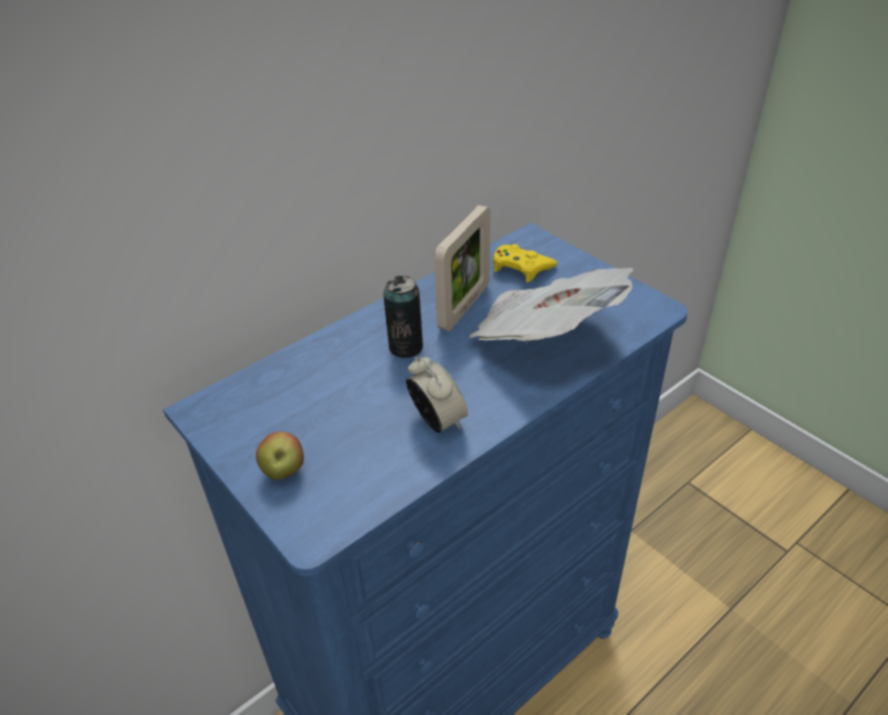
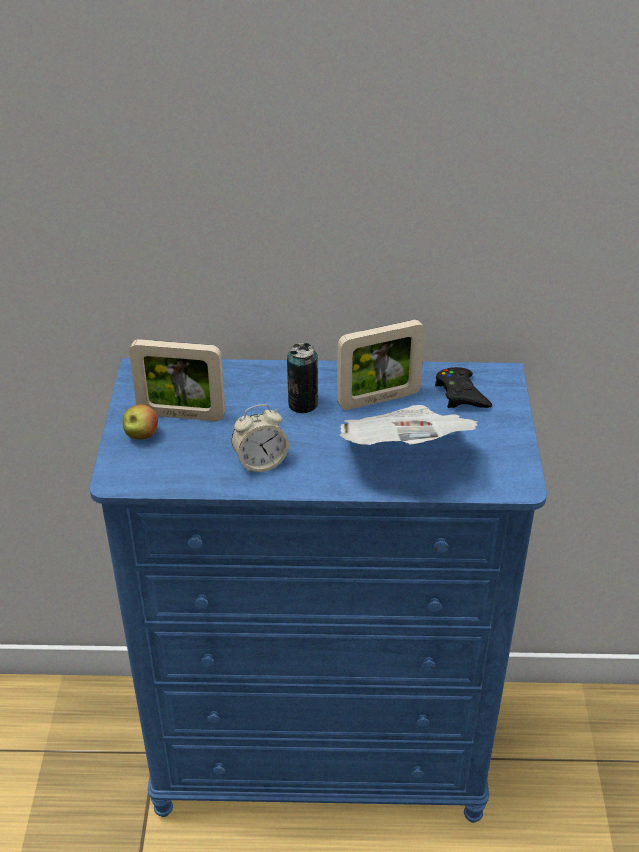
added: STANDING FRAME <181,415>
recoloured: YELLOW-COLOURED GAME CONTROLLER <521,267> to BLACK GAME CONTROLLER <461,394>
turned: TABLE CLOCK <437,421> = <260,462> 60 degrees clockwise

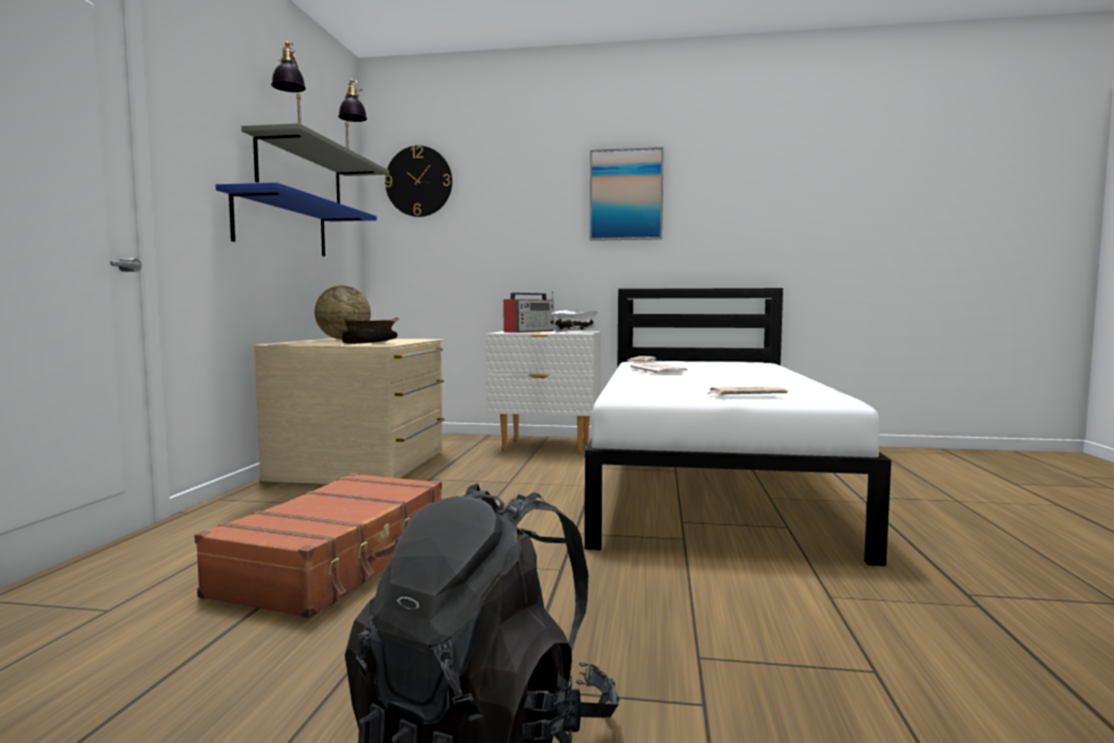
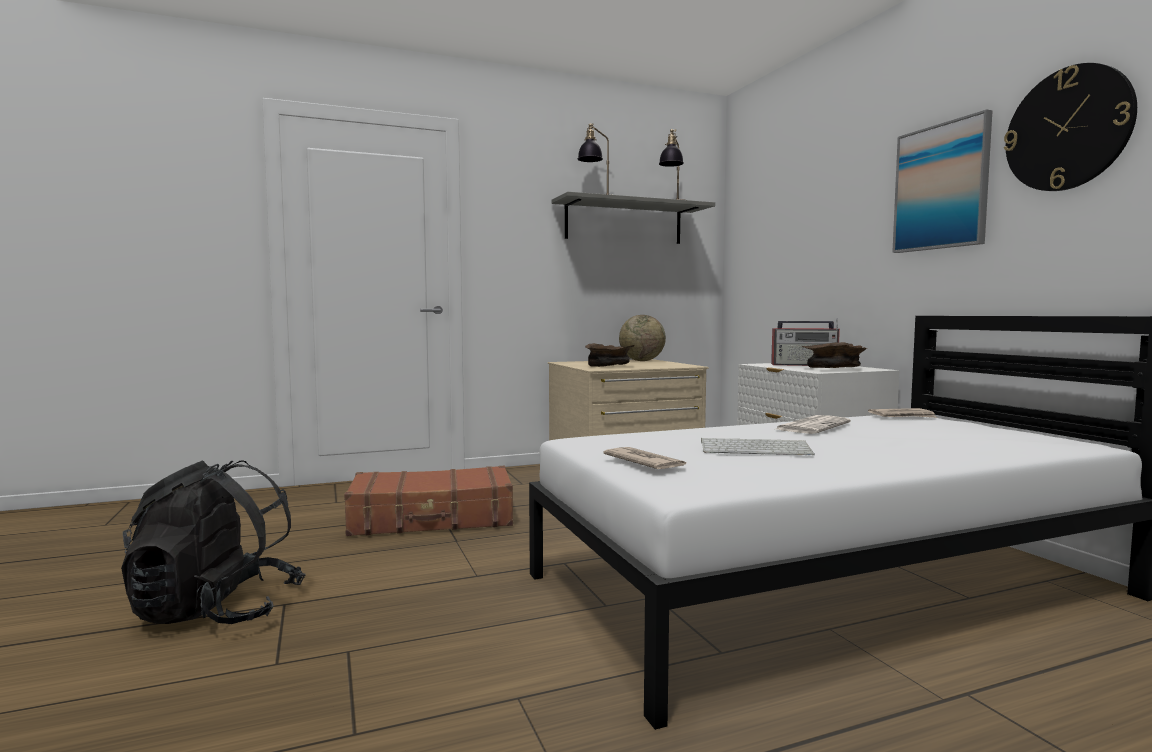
removed: BLUE BRACKET SHELF <282,226>
added: KEYBOARD <756,448>
moved: CLOCK ON THE WALL <419,181> to <1067,129>
recoloured: WHITE-COLOURED DEEP DISH <573,332> to BROWNISH DEEP DISH <832,369>

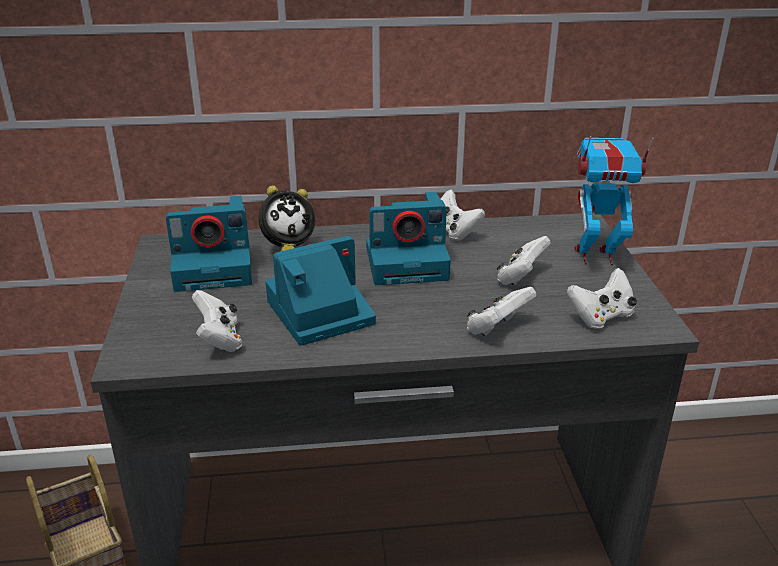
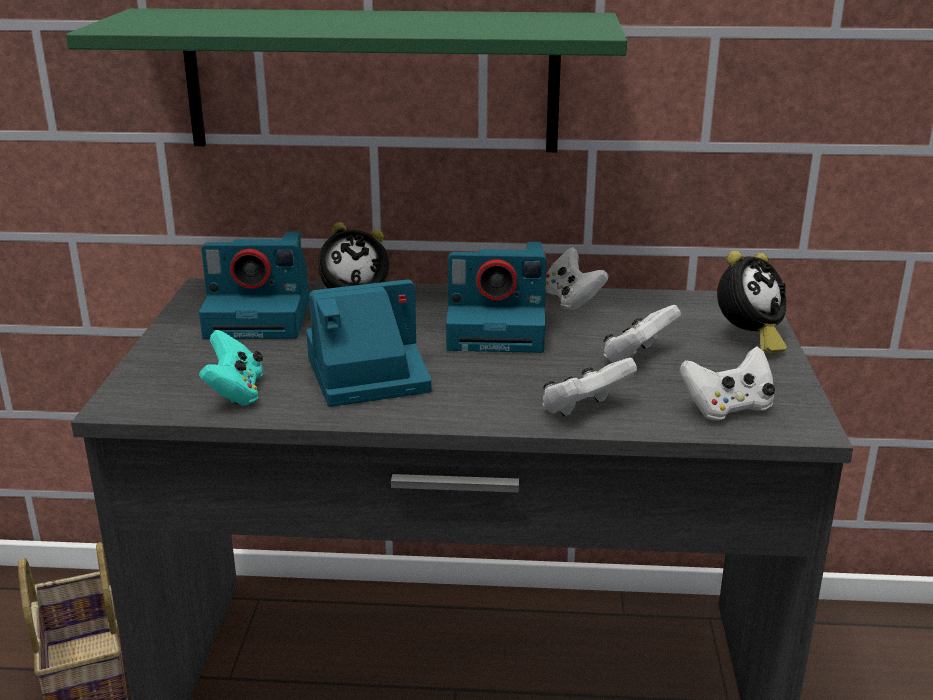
added: GREEN-COLOURED BRACKET SHELF <371,81>
replaced: TOY ROBOT <595,256> to TABLE CLOCK <748,340>
recoloured: WHITE-COLOURED GAME CONTROLLER <219,340> to TURQUOISE GAME CONTROLLER <235,393>

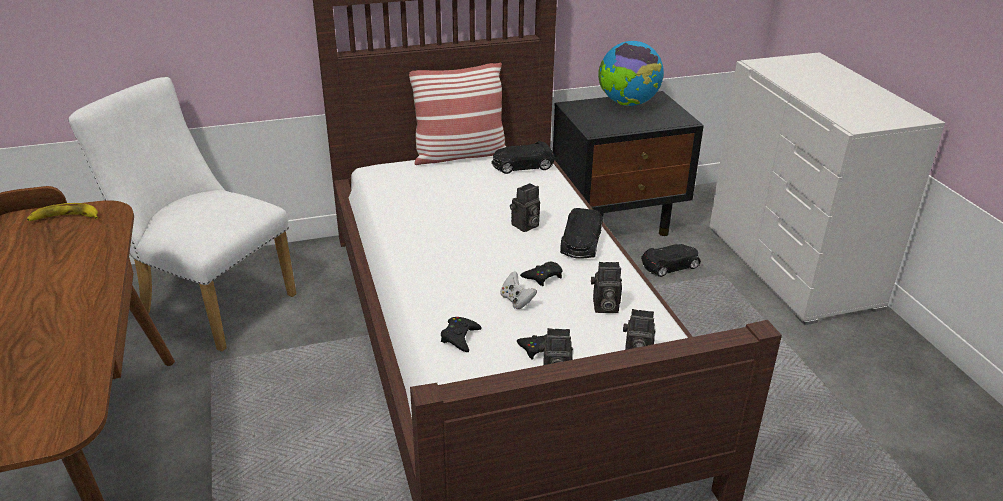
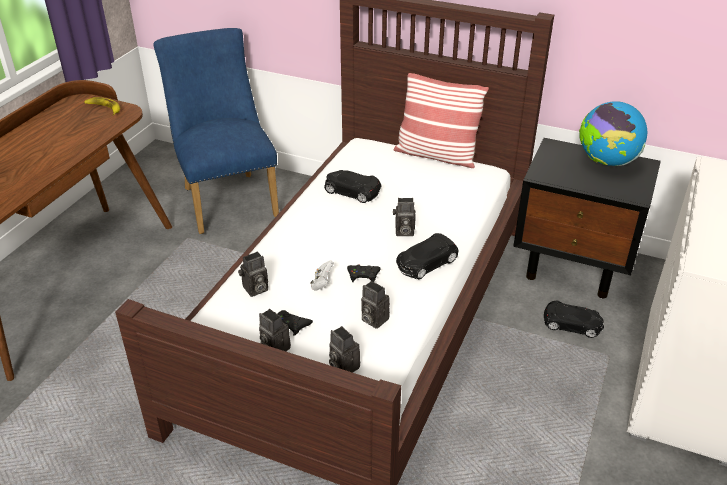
moved: BLACK TOY CAR <522,165> to <351,191>
replaced: BLACK GAME CONTROLLER <460,337> to PHOTO CAMERA <255,289>
recoloured: WHITE-COLOURED PLAIN CHAIR <209,302> to BLUE PLAIN CHAIR <227,198>

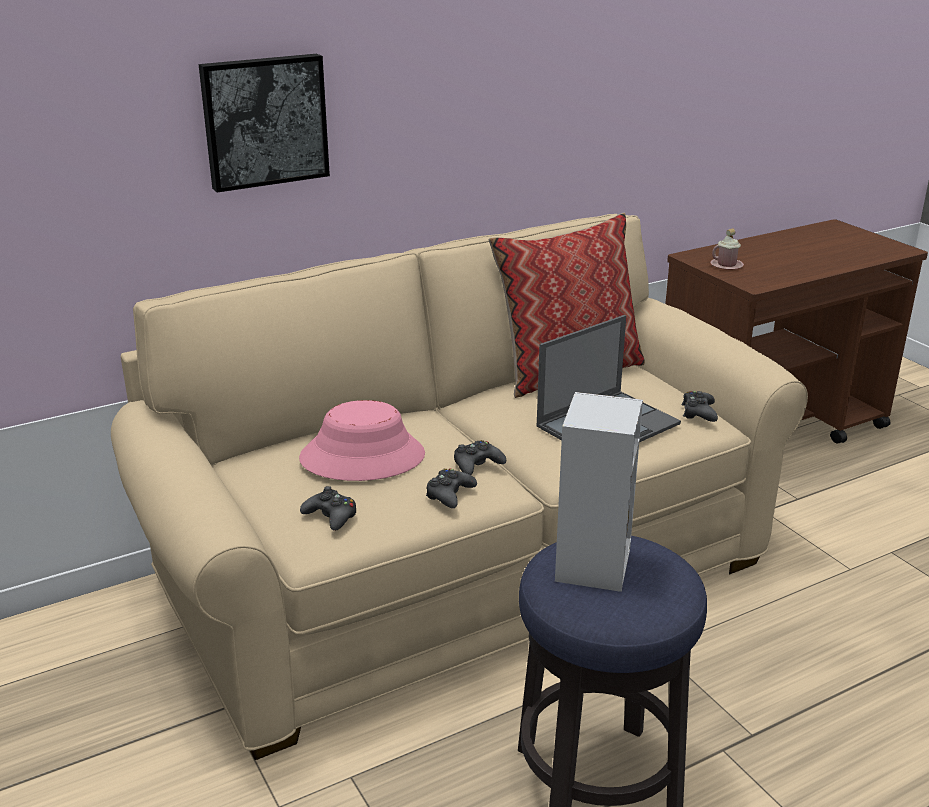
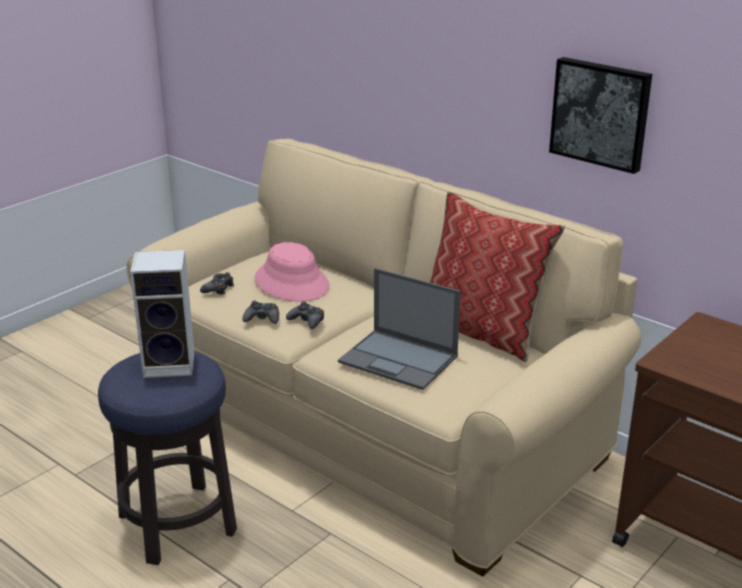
removed: PINK-COLOURED MUG <726,265>; BLACK GAME CONTROLLER <698,412>
moved: PICTURE <264,121> to <601,113>

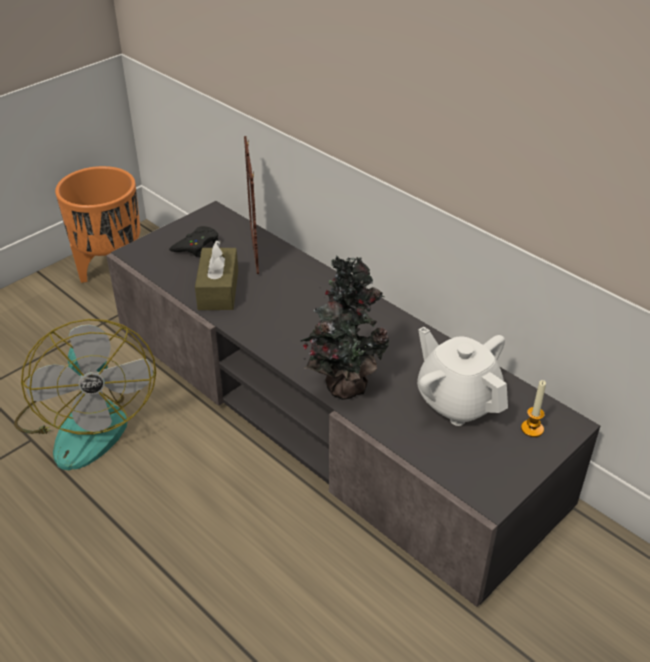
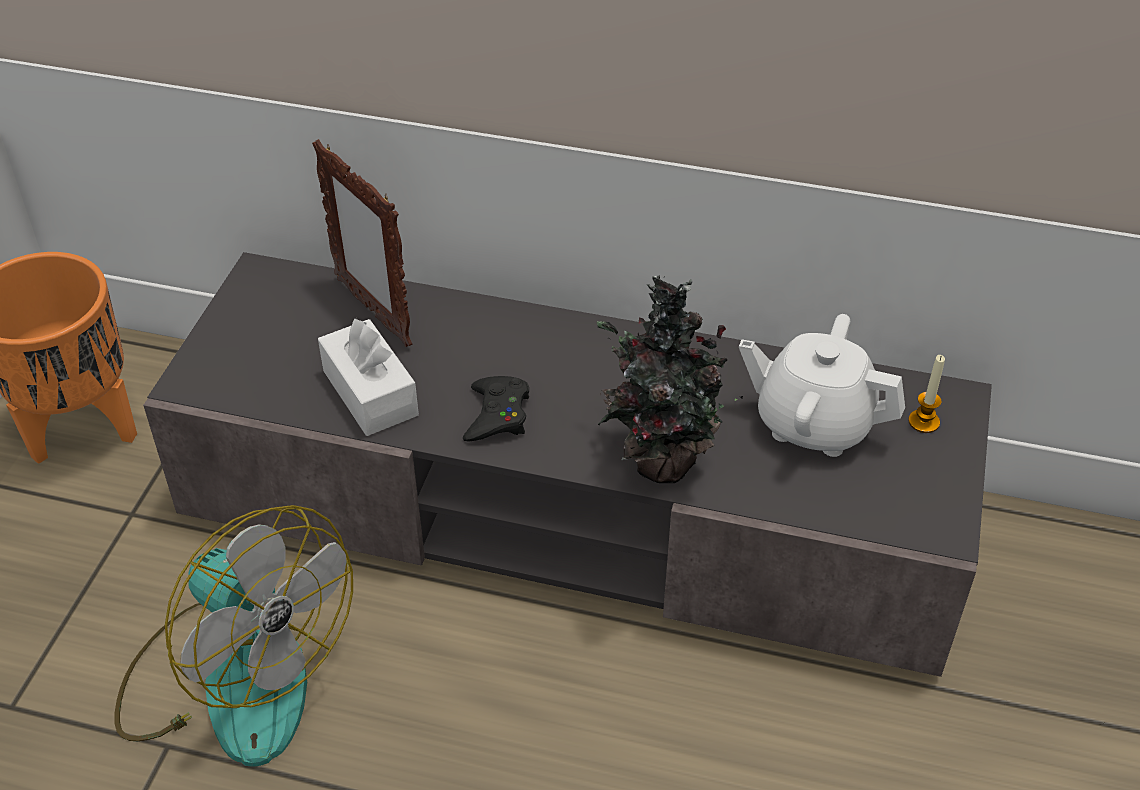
moved: BLACK GAME CONTROLLER <196,246> to <497,415>
recoloured: BROWNISH TISSUE BOX <218,290> to WHITE-COLOURED TISSUE BOX <370,393>

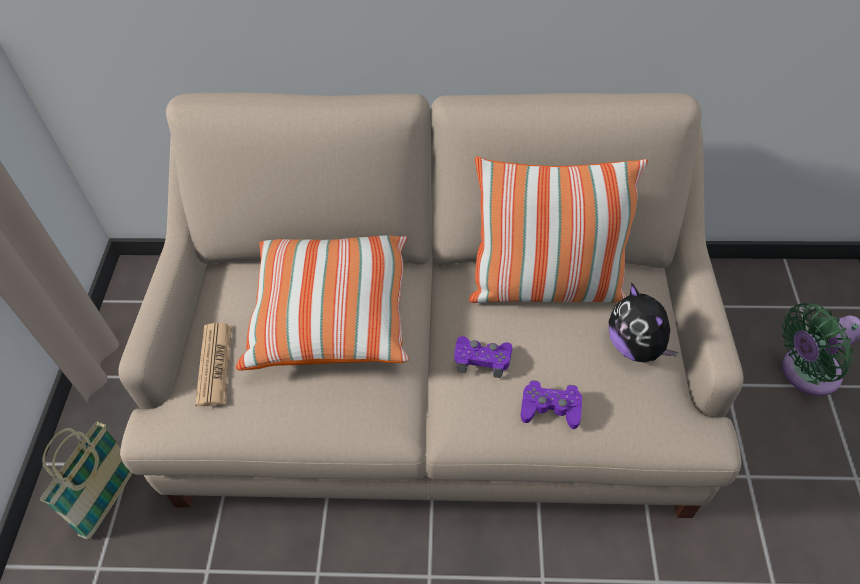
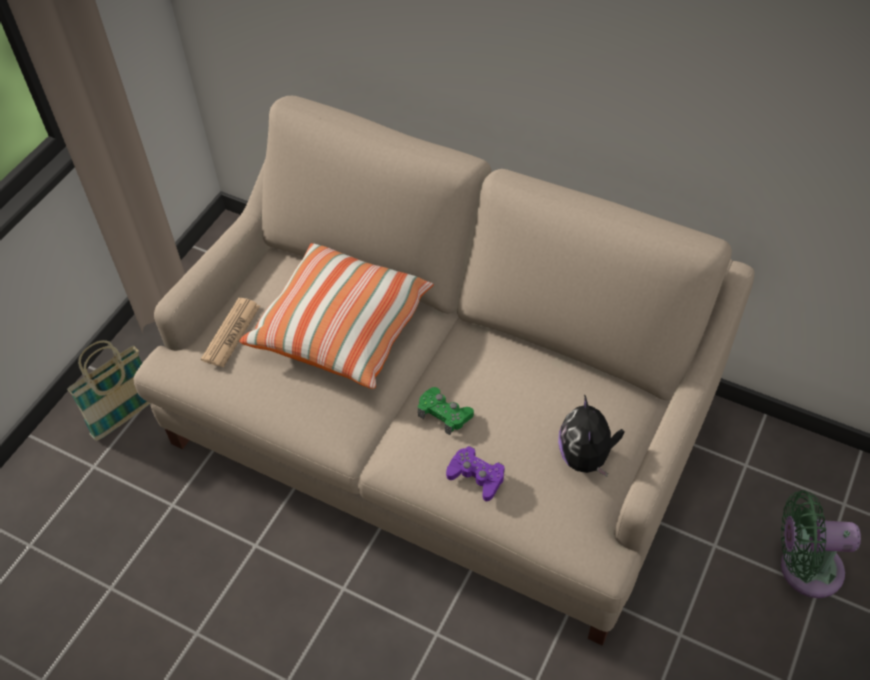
removed: CUSHION <546,287>
recoloured: PURPLE GAME CONTROLLER <482,359> to GREEN-COLOURED GAME CONTROLLER <444,414>

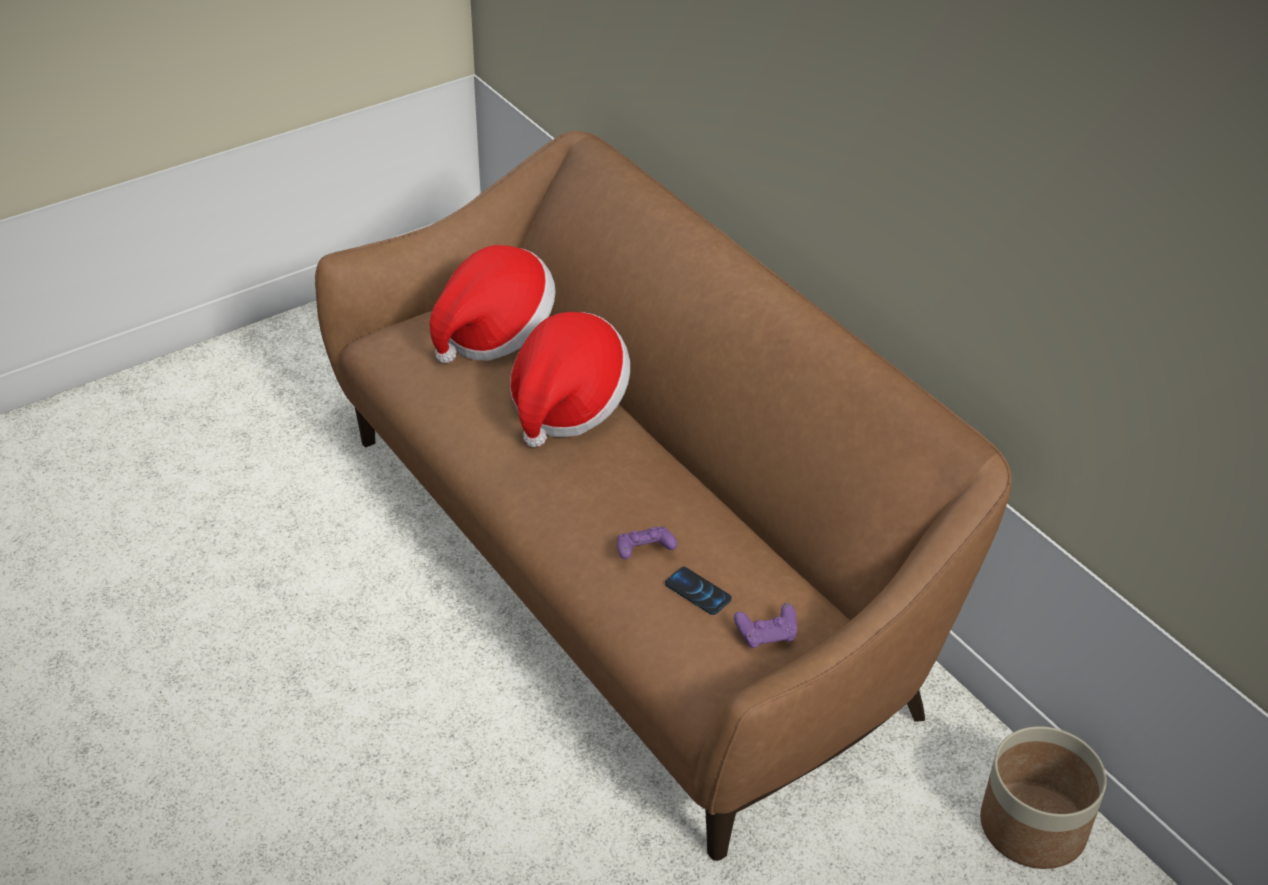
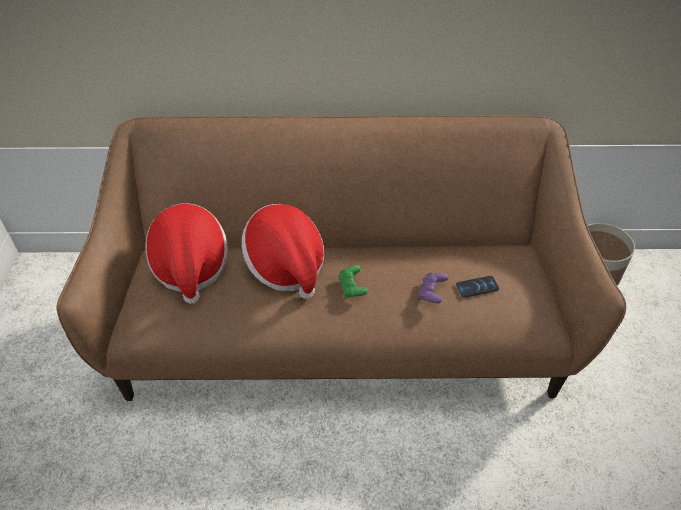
removed: PURPLE GAME CONTROLLER <766,635>
added: GREEN-COLOURED GAME CONTROLLER <352,288>

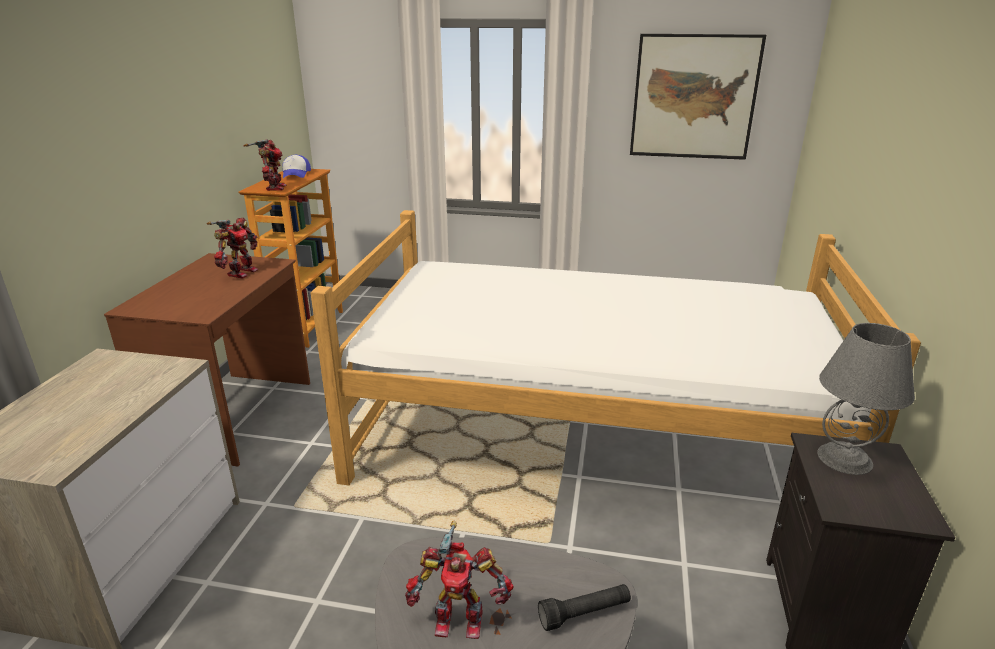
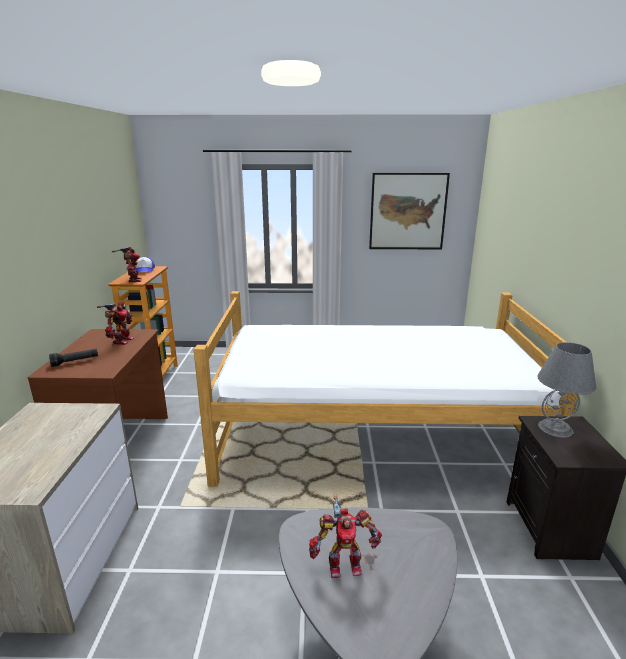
moved: BLACK HAND TORCH <584,614> to <75,362>

